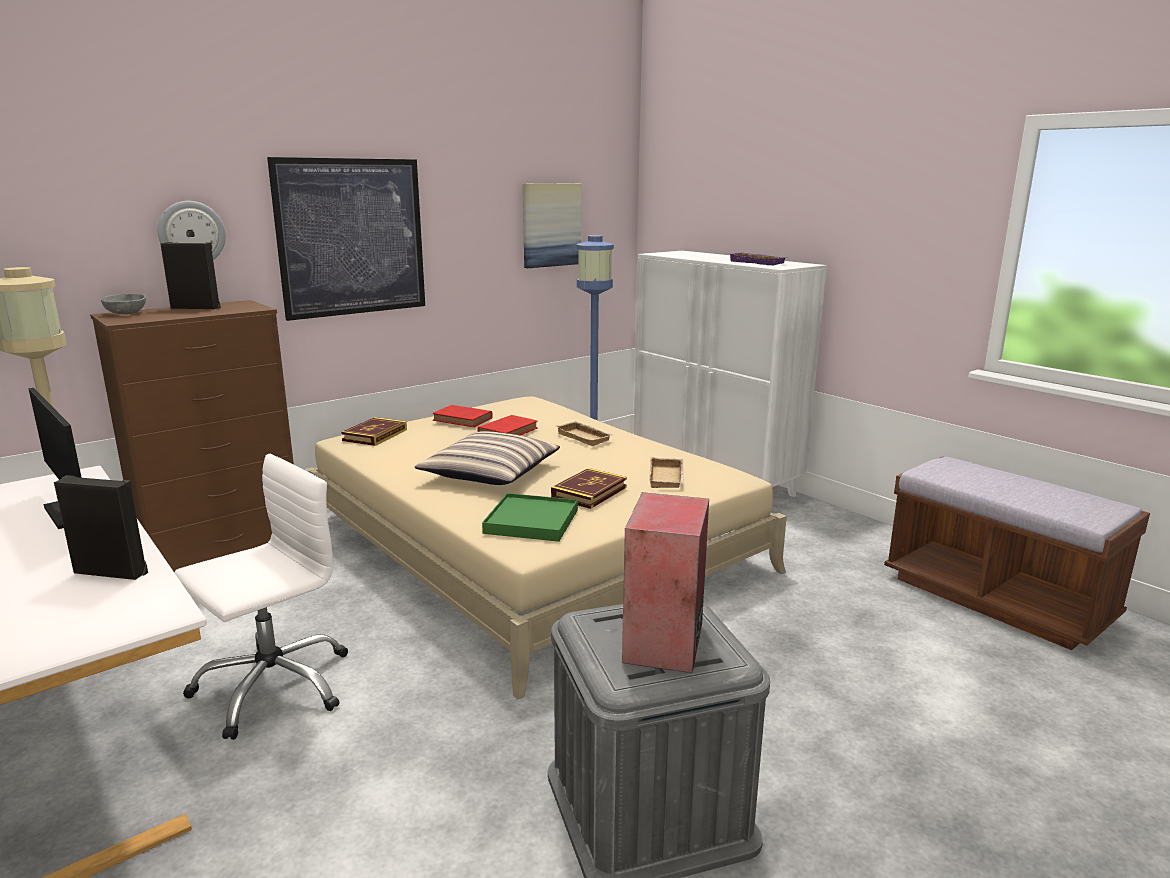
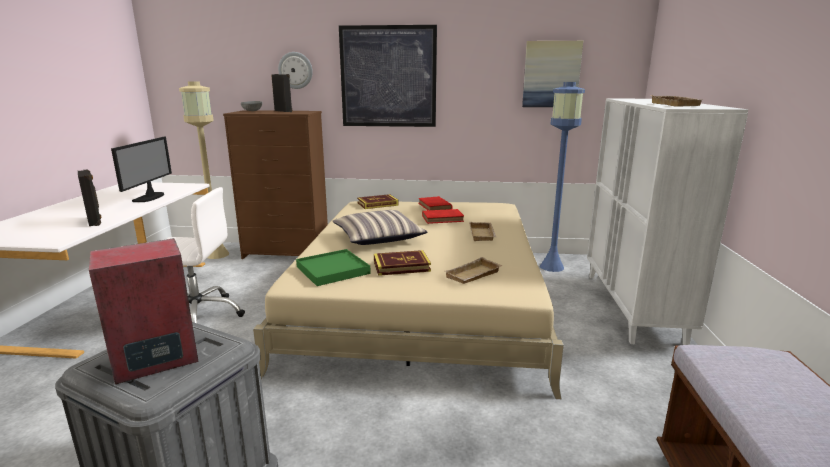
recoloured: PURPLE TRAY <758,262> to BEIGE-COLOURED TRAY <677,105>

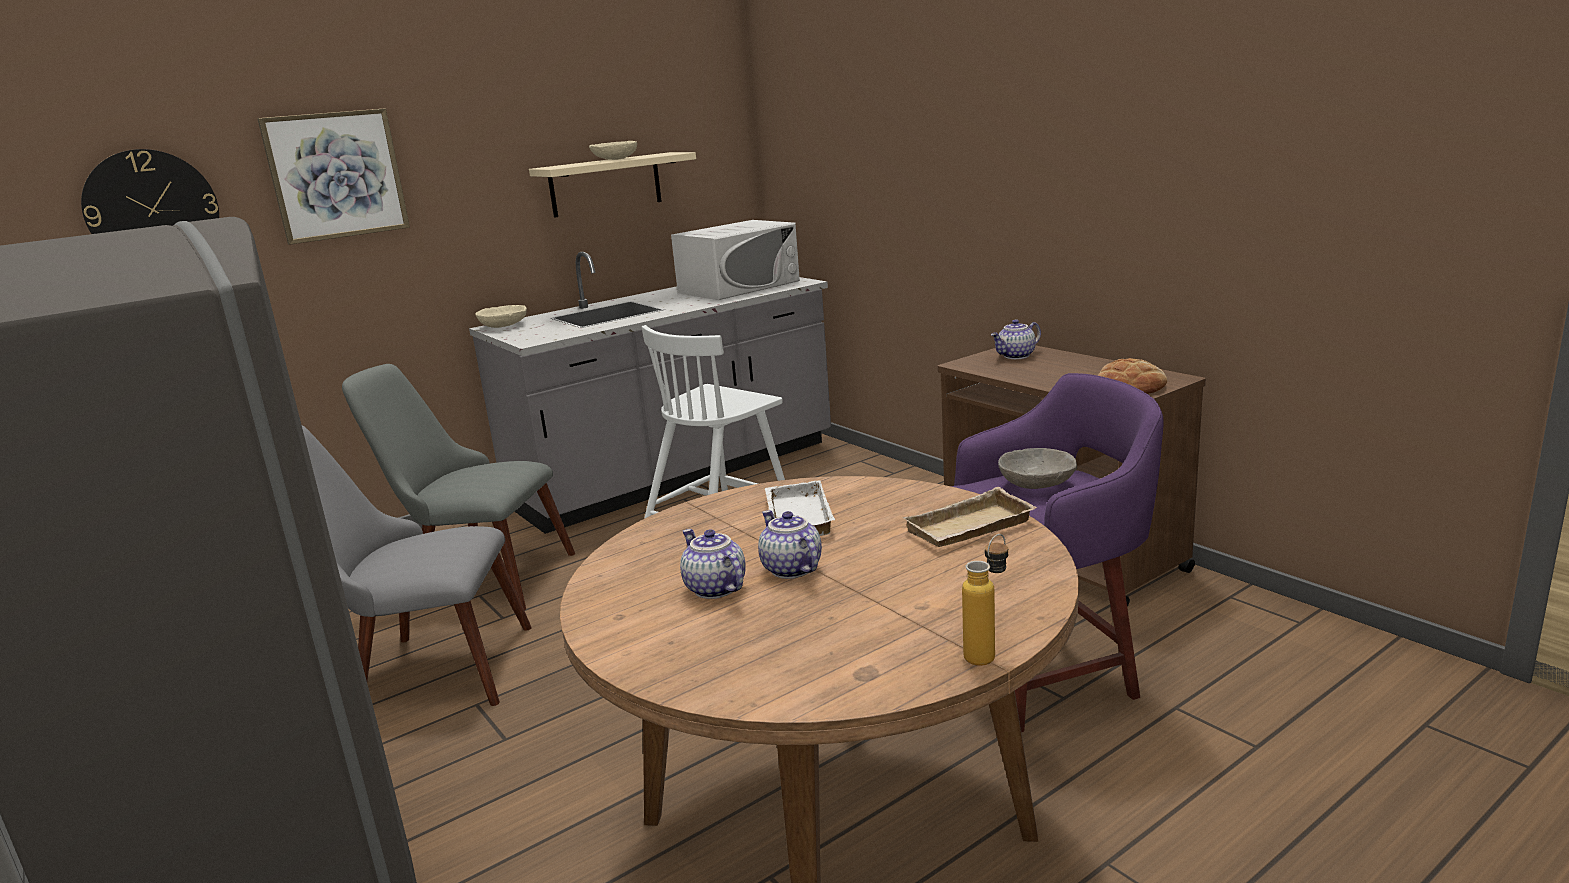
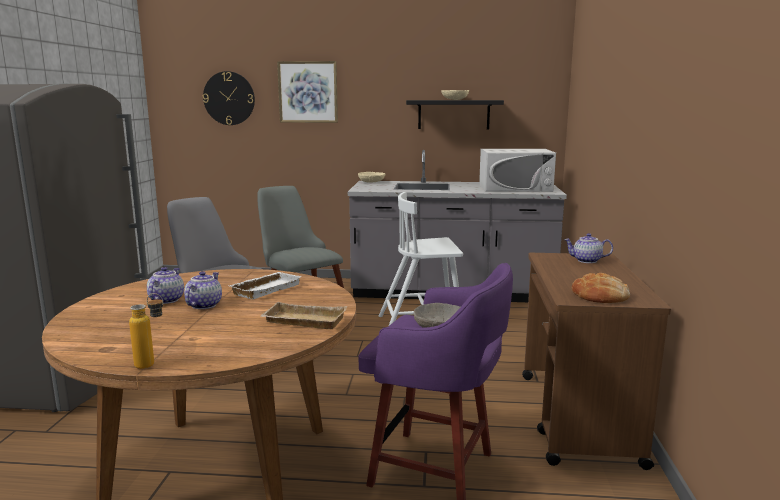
recoloured: BEIGE-COLOURED BRACKET SHELF <605,185> to BLACK BRACKET SHELF <453,114>

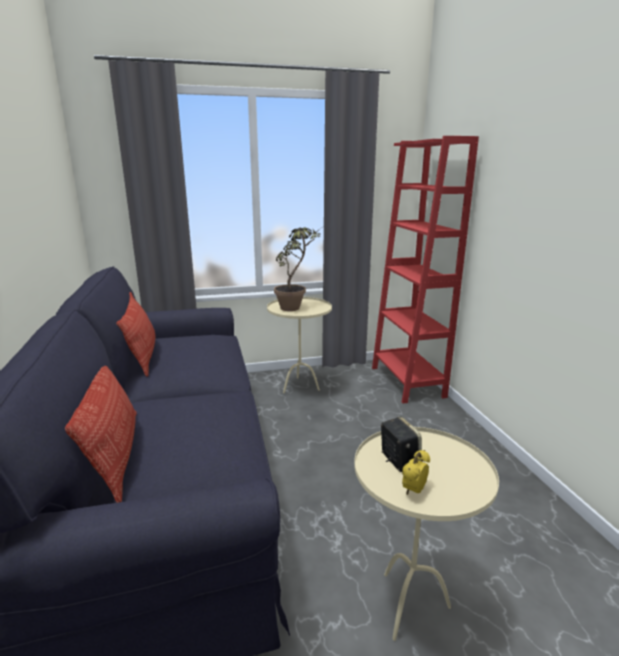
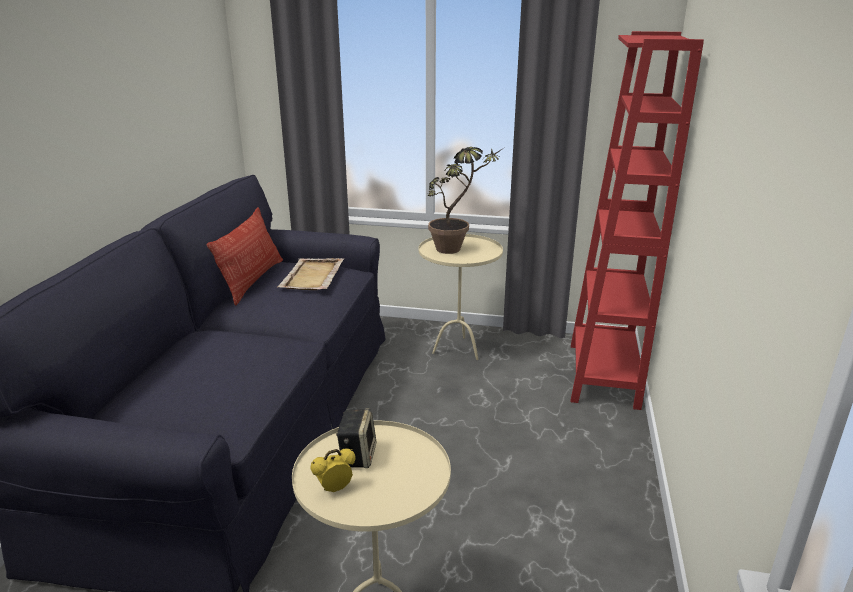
removed: CUSHION <115,454>
added: BEIGE-COLOURED TRAY <312,277>

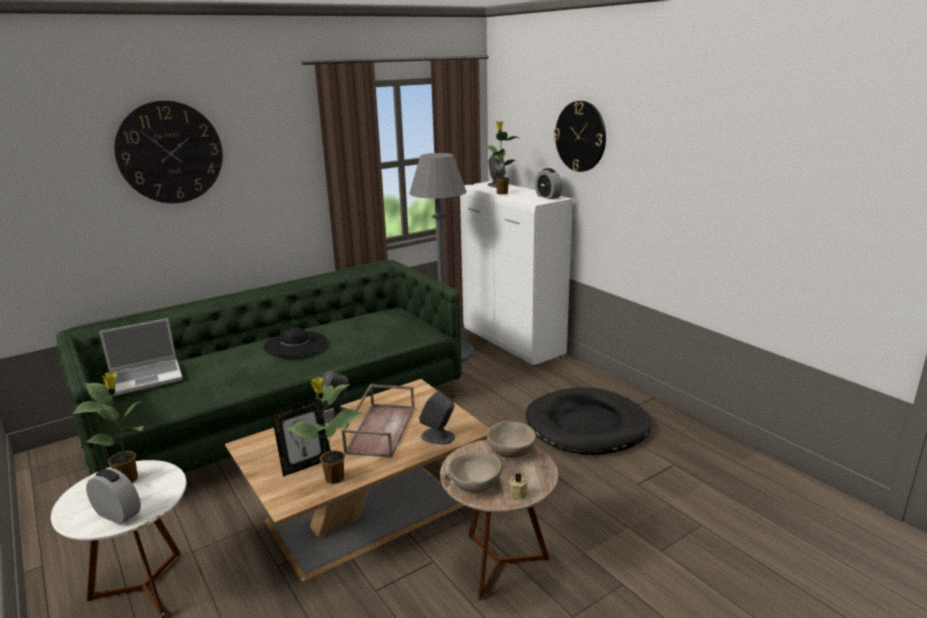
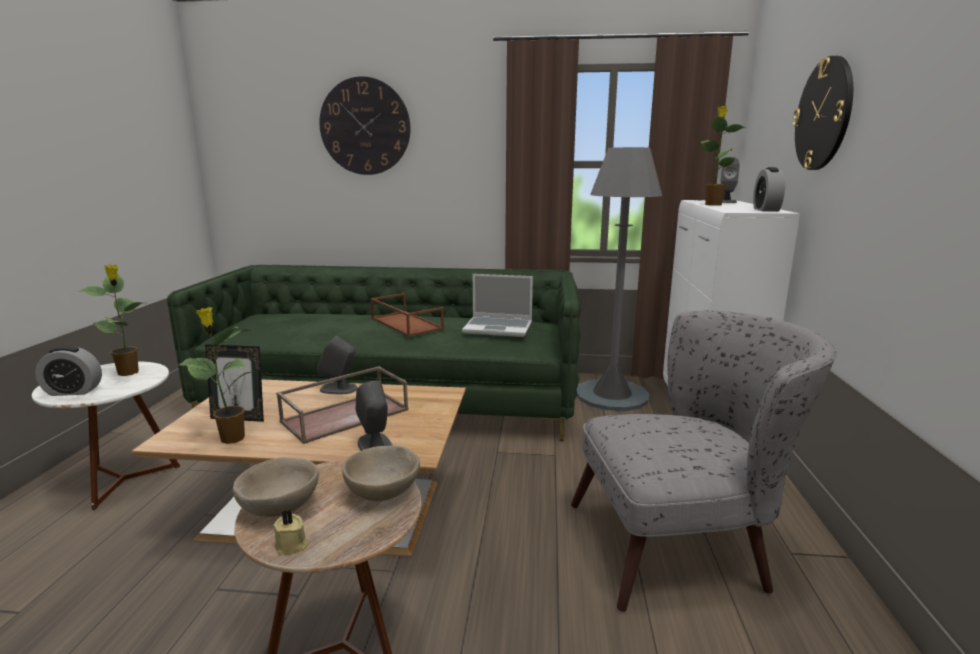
moved: NOTEBOOK COMPUTER <147,378> to <499,328>
replaced: BLACK HAT <295,344> to BROWNISH TRAY <405,323>; BLACK DOG CUSHION <587,426> to GREY EASY CHAIR <683,544>
turned: TABLE CLOCK <118,514> = <73,391> 105 degrees clockwise

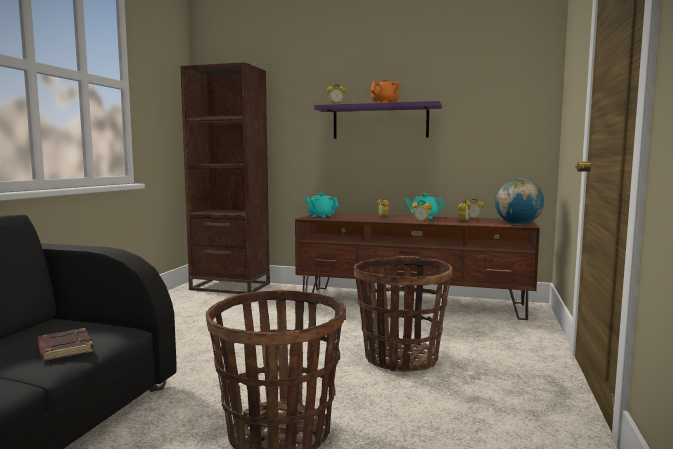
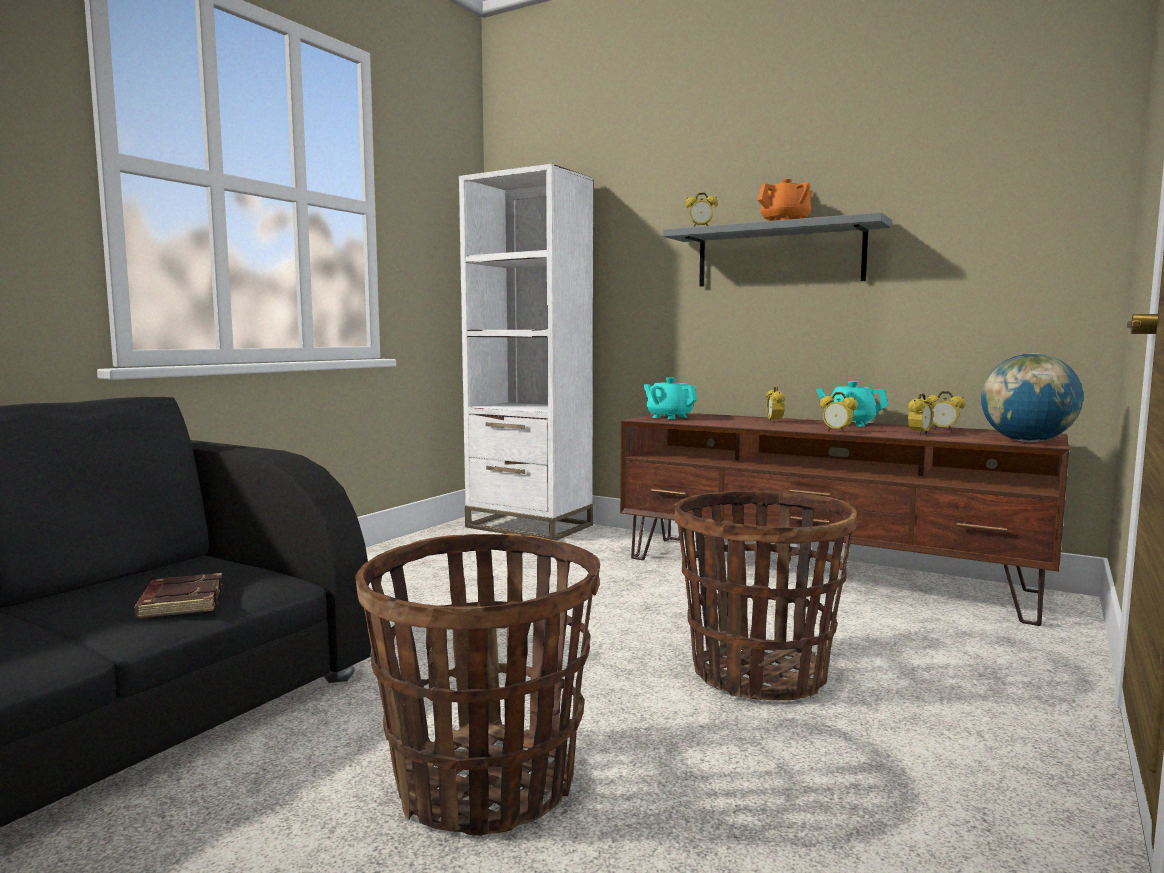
recoloured: BROWNISH SHELVING UNIT <230,286> to WHITE-COLOURED SHELVING UNIT <529,526>; PURPLE BRACKET SHELF <380,122> to GREY BRACKET SHELF <779,255>

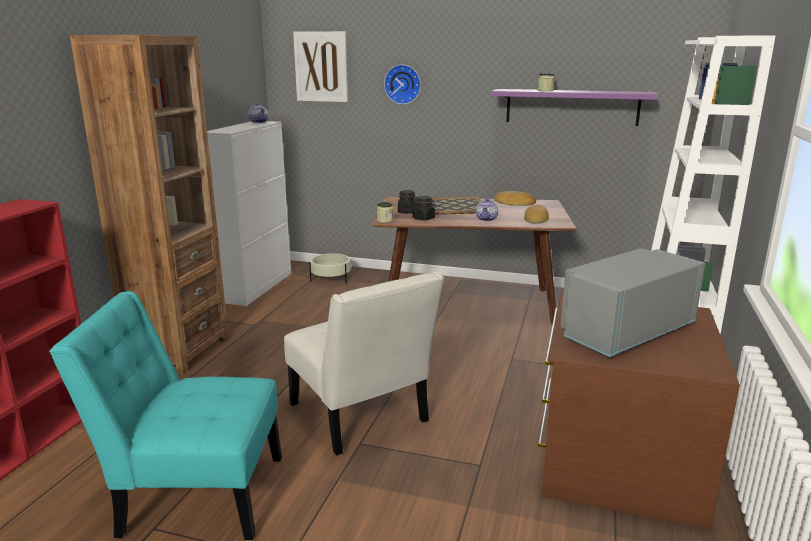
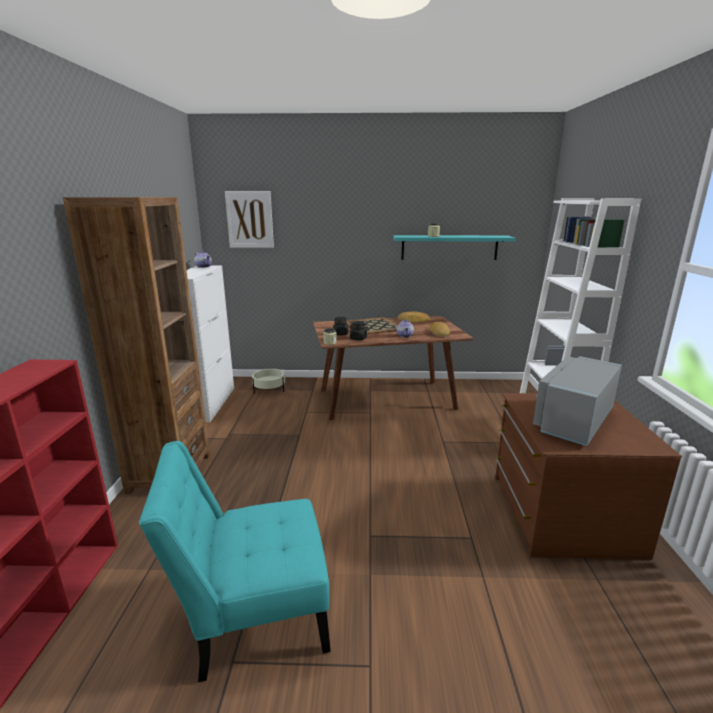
removed: CLOCK ON THE WALL <403,84>; WHITE-COLOURED PLAIN CHAIR <361,417>
recoloured: PURPLE BRACKET SHELF <572,107> to TURQUOISE BRACKET SHELF <449,247>

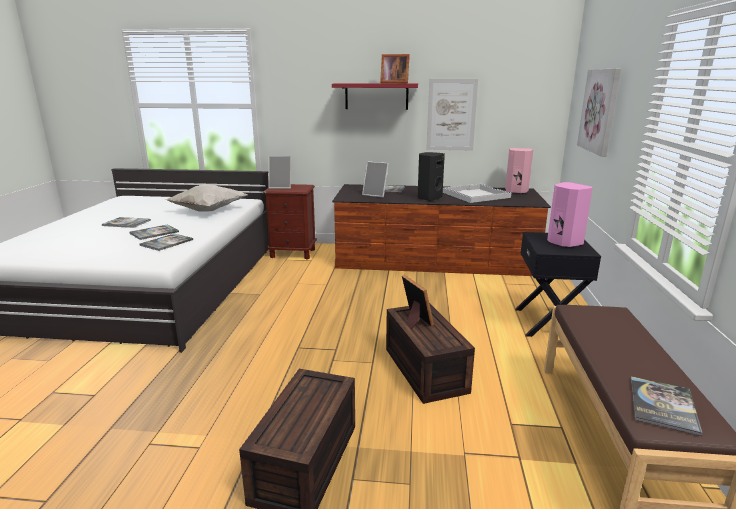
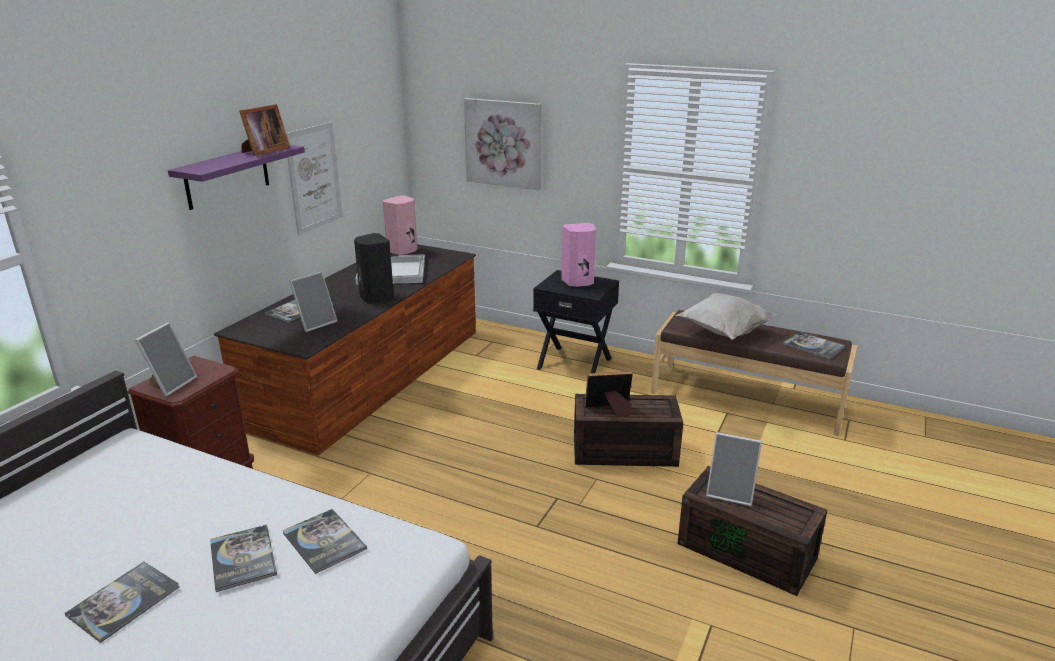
added: STANDING FRAME <731,492>
moved: WHITE-COLOURED CUSHION <207,211> to <723,333>
recoloured: RED-COLOURED BRACKET SHELF <376,96> to PURPLE BRACKET SHELF <227,176>

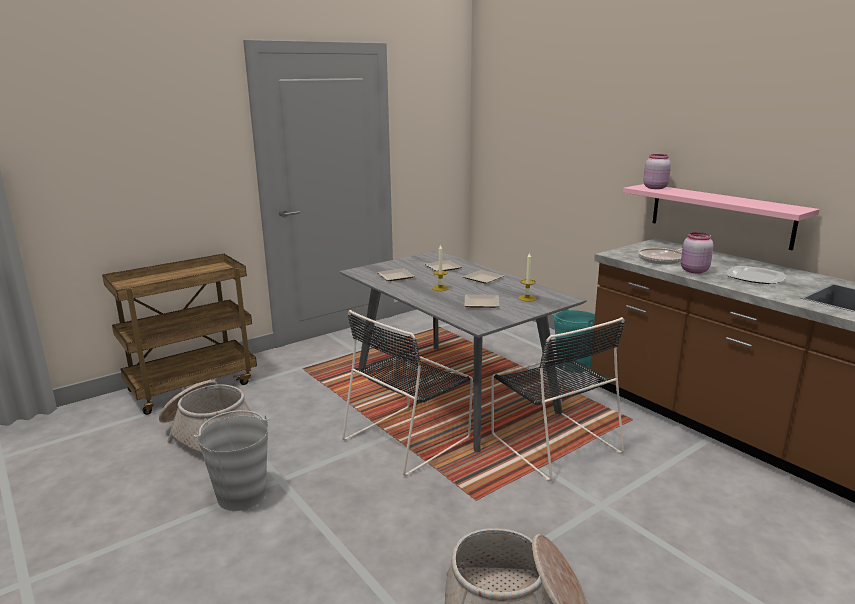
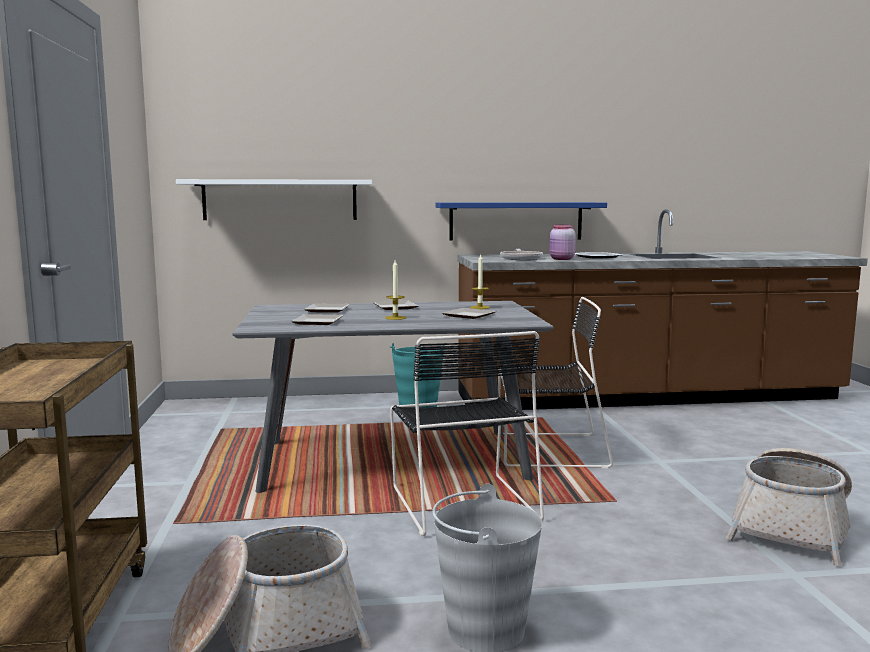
removed: PINK-COLOURED PRESERVE JAR <655,187>
added: WHITE-COLOURED BRACKET SHELF <280,200>
recoloured: PINK-COLOURED BRACKET SHELF <720,215> to BLUE BRACKET SHELF <516,221>

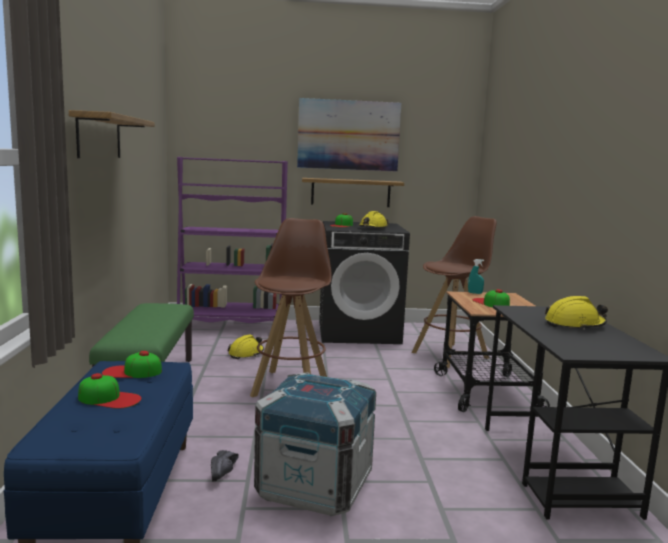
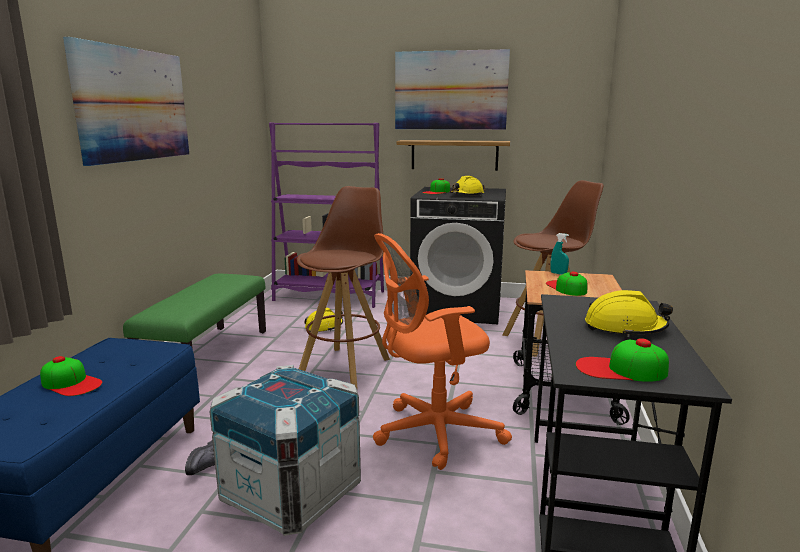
added: ORANGEY OFFICE CHAIR <432,433>
moved: PEAKED CAP <132,372> to <620,369>
replaced: BRACKET SHELF <99,137> to PICTURE <133,105>

